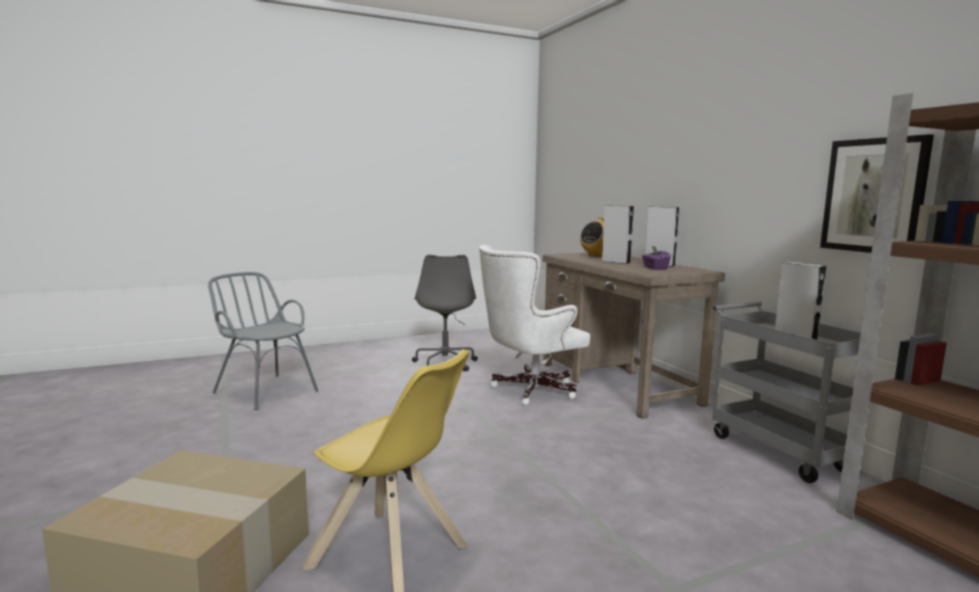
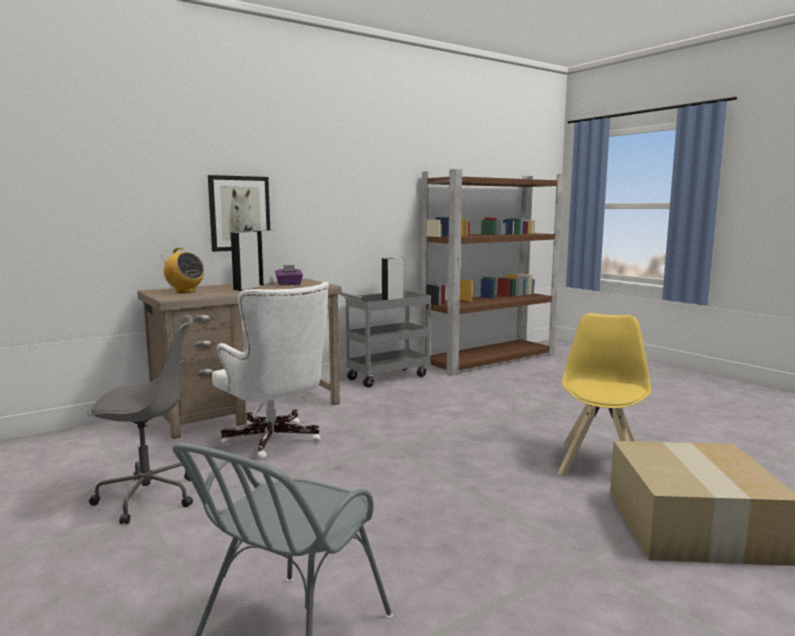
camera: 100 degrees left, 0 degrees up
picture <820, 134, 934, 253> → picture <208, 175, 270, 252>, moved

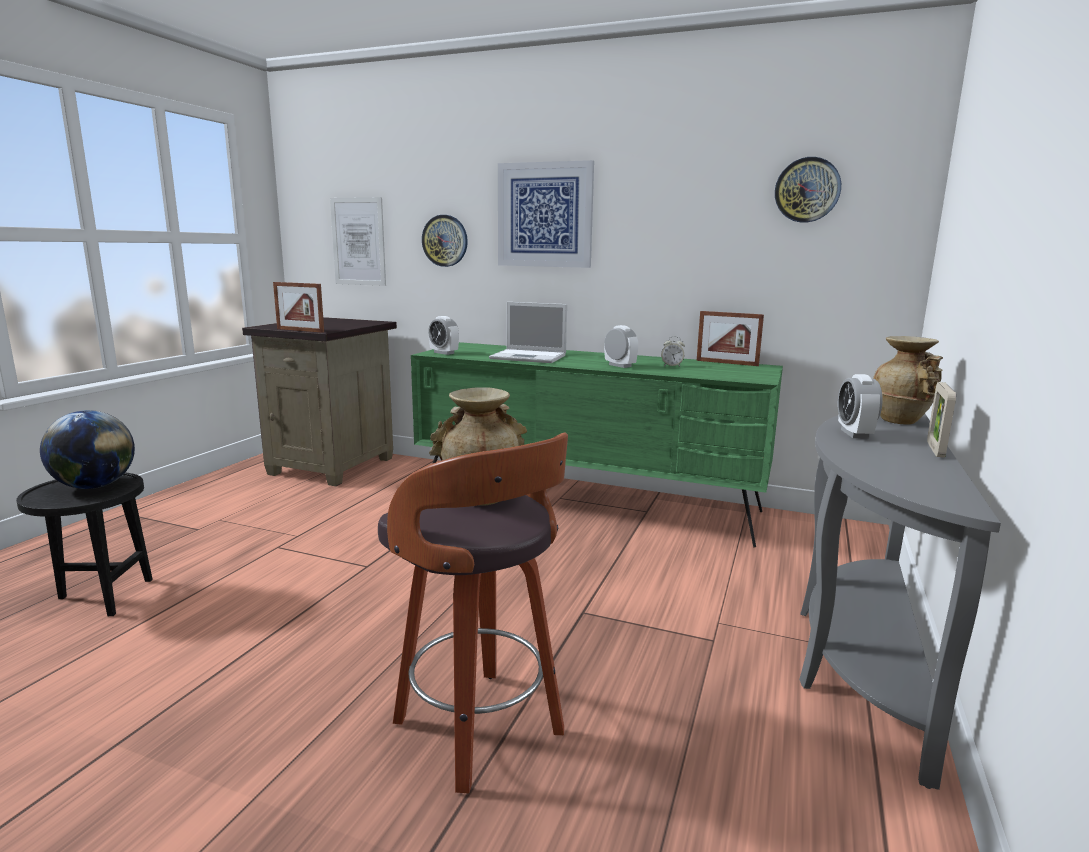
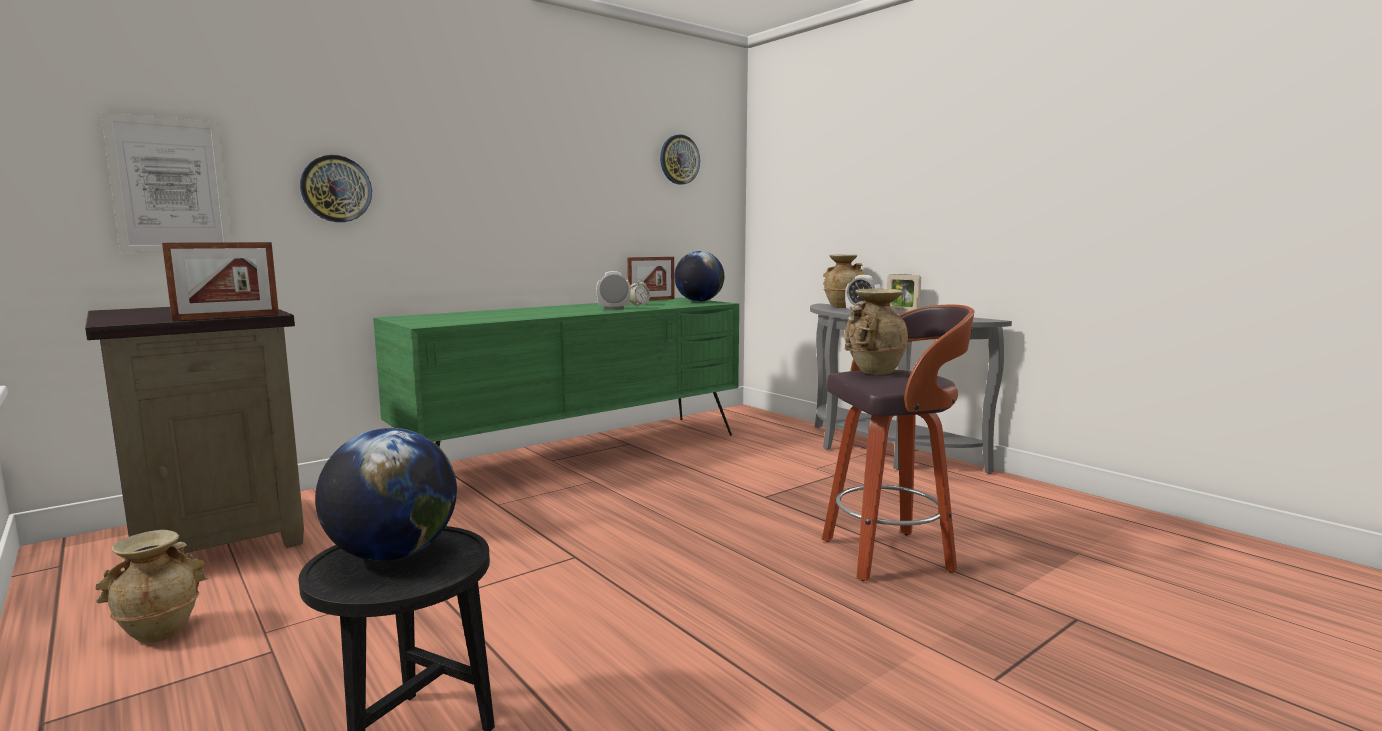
camera: 60 degrees left, 5 degrees down
- → beige vase <96, 530, 209, 643>
- → globe <674, 251, 724, 302>
alarm clock <428, 316, 459, 355> → -
laptop <489, 302, 567, 363> → -
picture <498, 160, 594, 268> → -

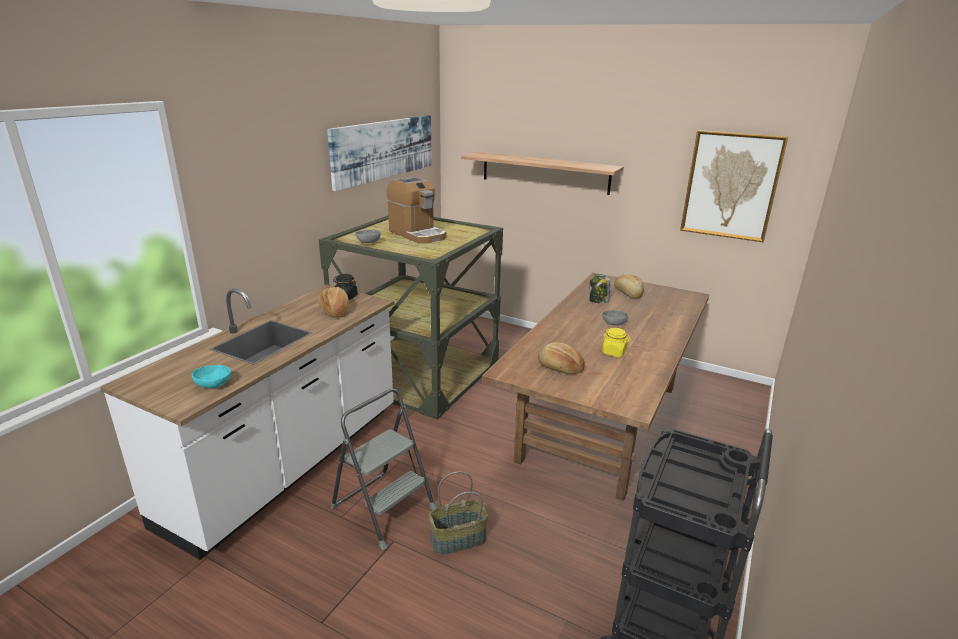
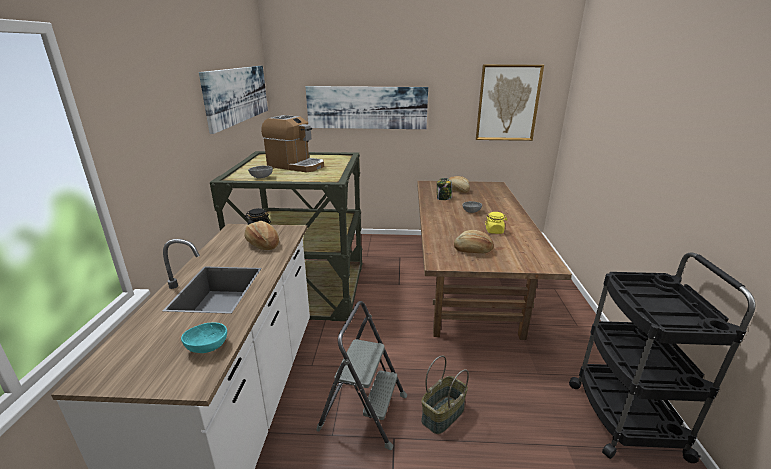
camera: 25 degrees left, 0 degrees up
shelf <461, 151, 624, 195> → picture <306, 86, 428, 129>

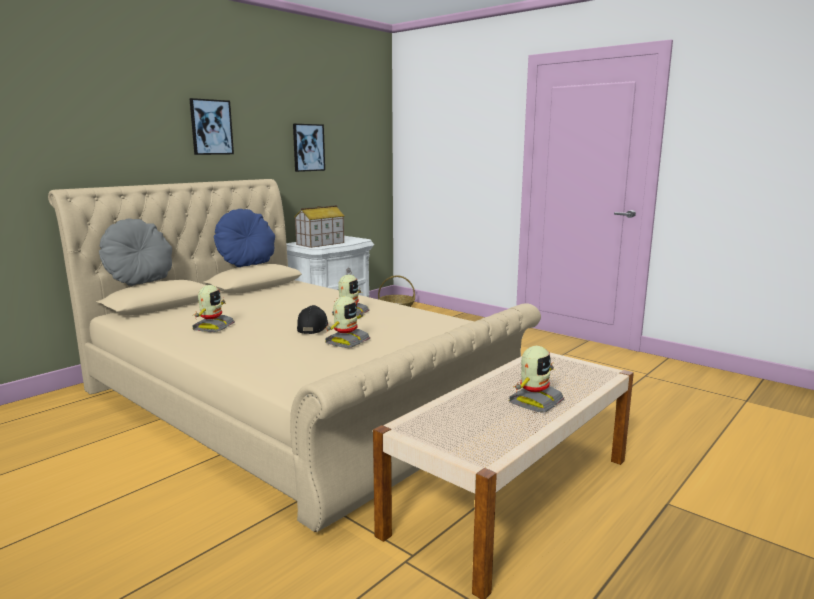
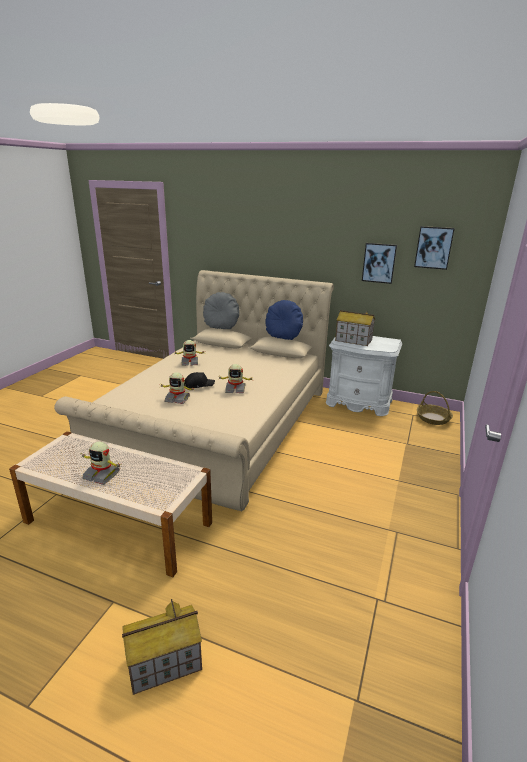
camera: 70 degrees right, 10 degrees up
- → toy house <122, 599, 202, 695>
picture <189, 98, 234, 155> → picture <414, 226, 455, 270>, moved

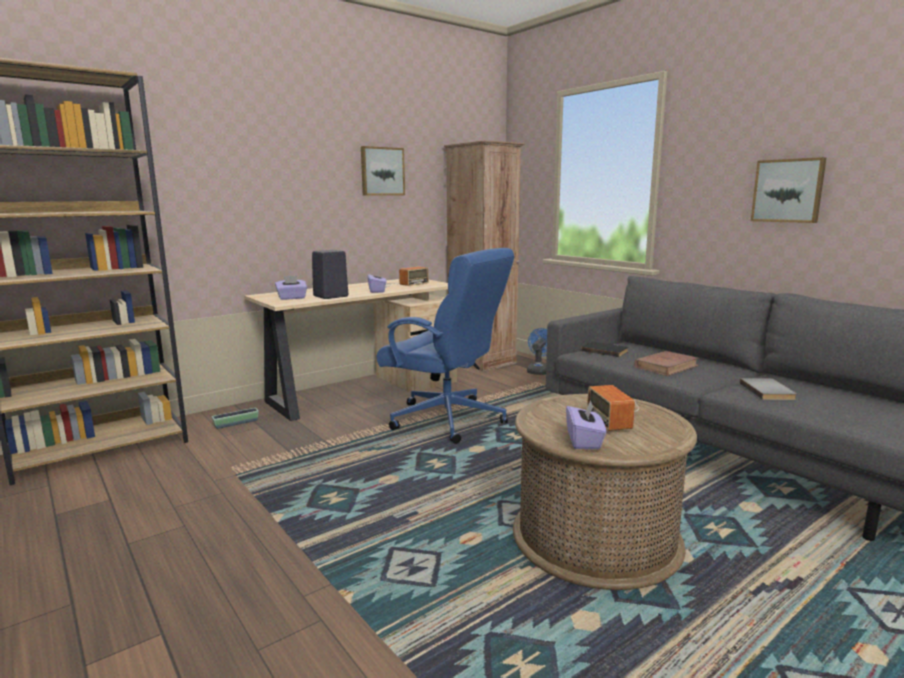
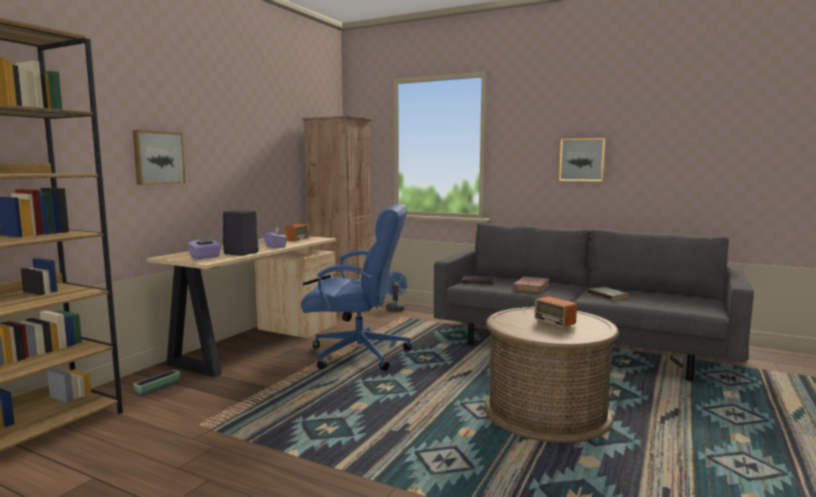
camera: 25 degrees left, 5 degrees down
picture <361, 146, 405, 196> → picture <133, 130, 186, 185>, moved
purple tissue box <566, 400, 606, 449> → -

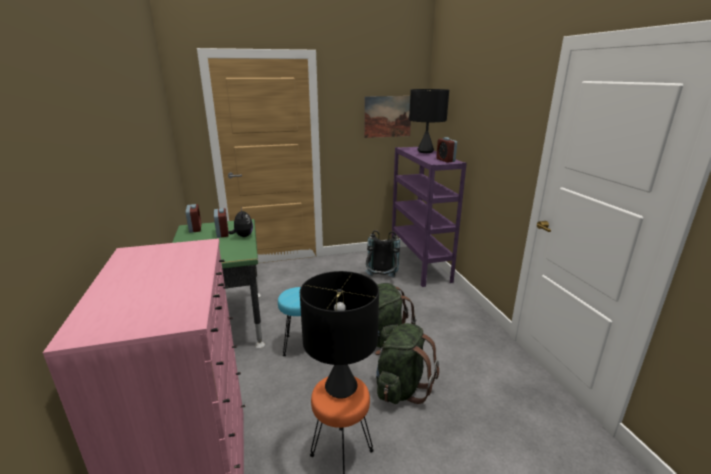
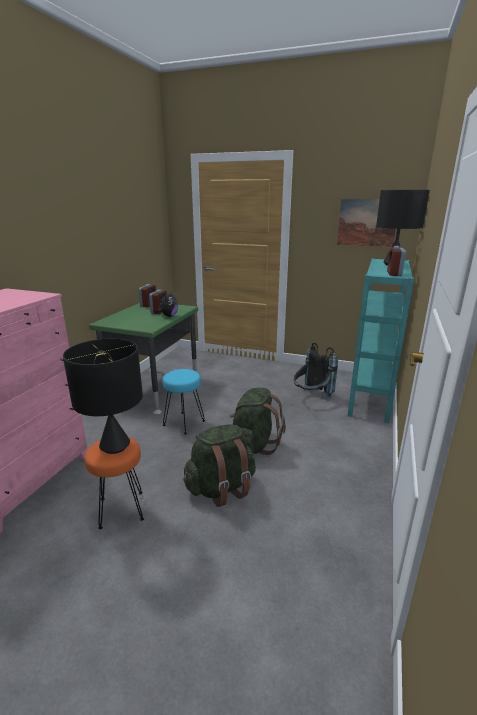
camera: 35 degrees right, 0 degrees up
purple bookcase <392, 147, 467, 287> → turquoise bookcase <347, 258, 414, 423>

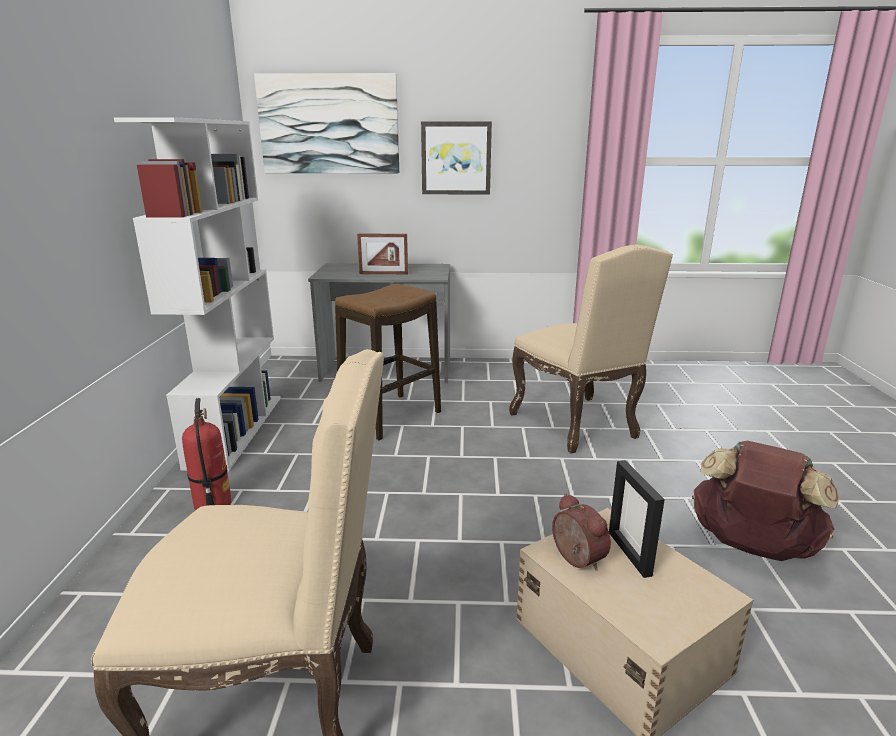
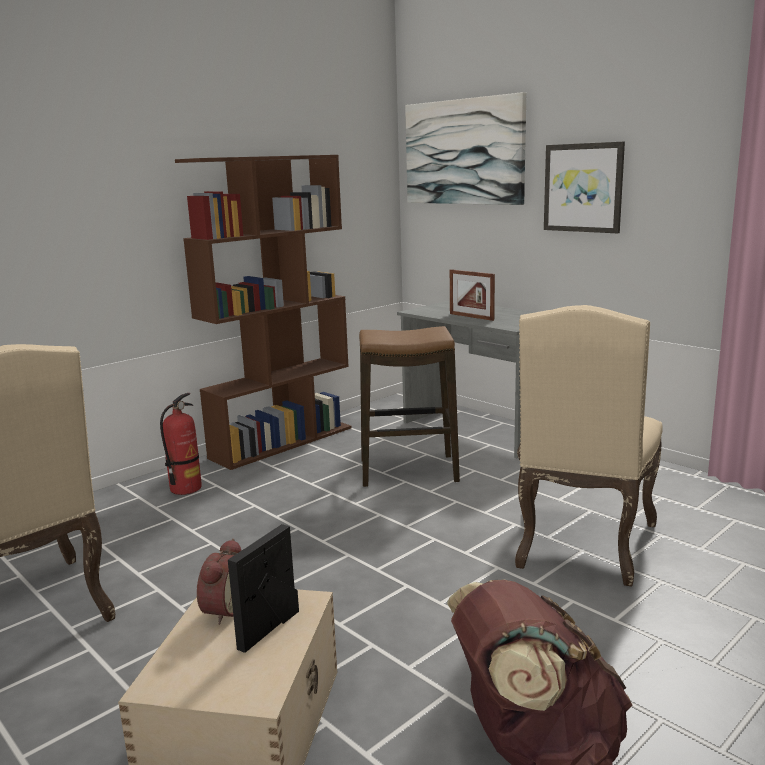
camera: 45 degrees right, 5 degrees down
white bookcase <114, 117, 281, 471> → brown bookcase <175, 155, 352, 470>

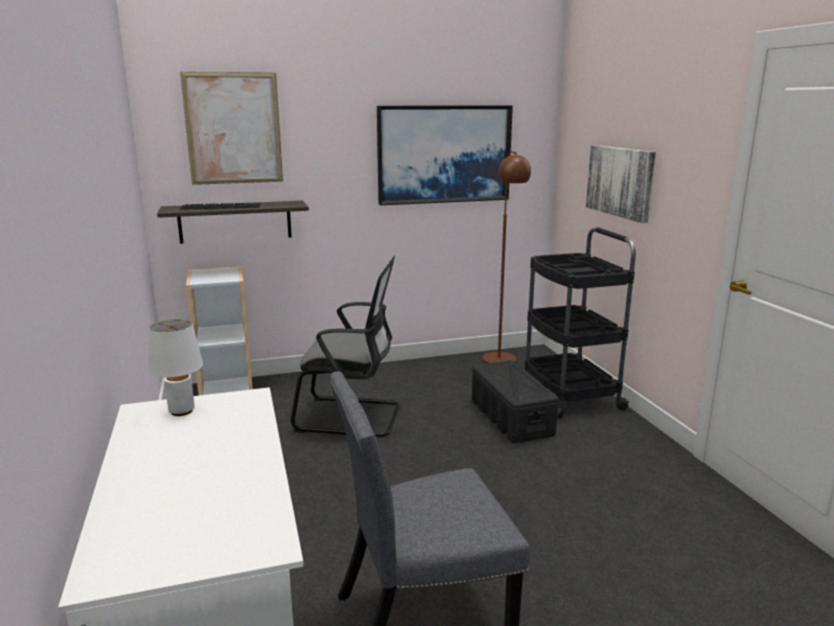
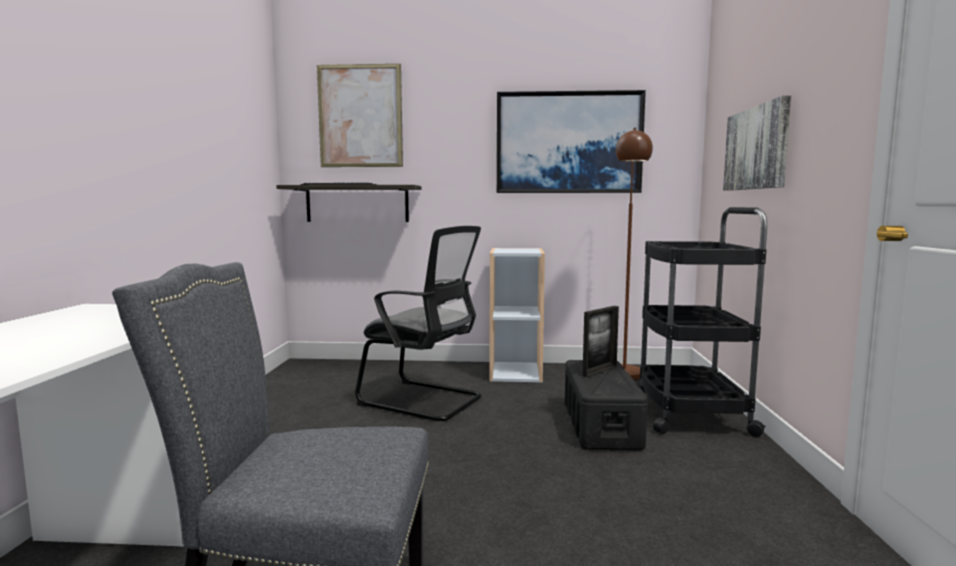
camera: 20 degrees right, 10 degrees down
bookcase <186, 266, 253, 395> → bookcase <489, 248, 545, 382>, moved
- → picture frame <583, 306, 619, 377>
white table lamp <148, 319, 203, 416> → -

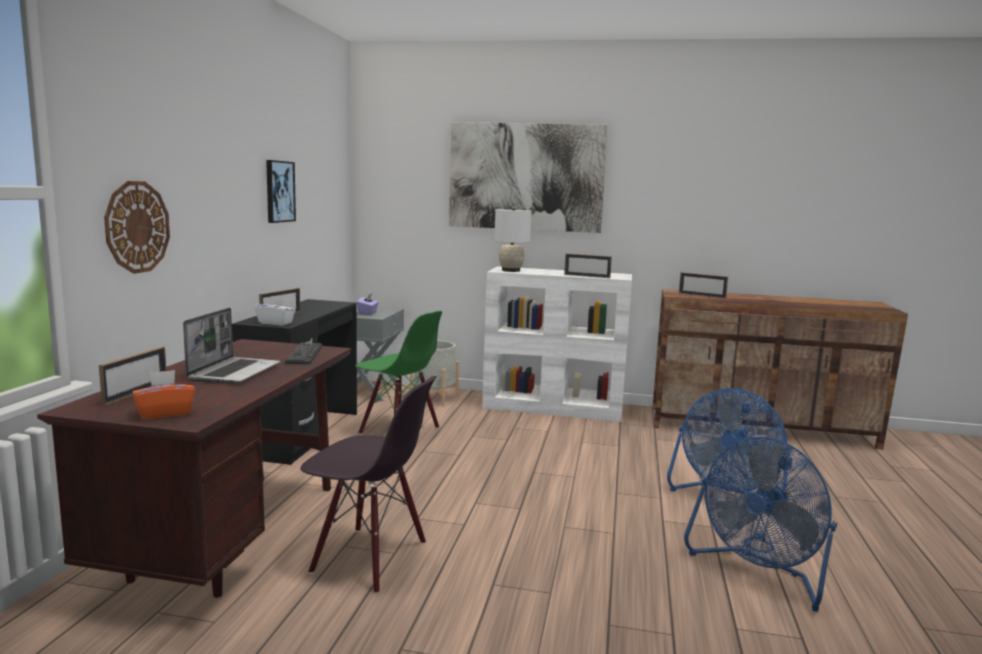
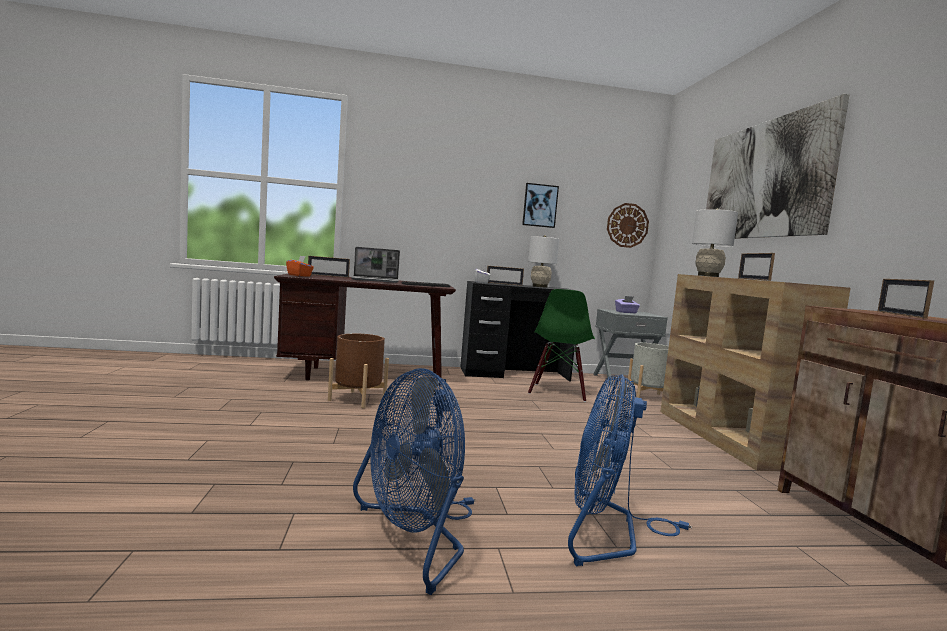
camera: 70 degrees right, 5 degrees down
black chair <301, 376, 437, 594> → brown planter <328, 334, 389, 408>
blue fan <684, 437, 837, 612> → blue fan <353, 368, 476, 595>, 60 degrees counterclockwise
- → white table lamp <528, 235, 559, 288>
wall clock <104, 181, 170, 274> → wall clock <607, 203, 649, 248>, moved
white bookcase <482, 266, 632, 422> → brown bookcase <660, 274, 851, 471>

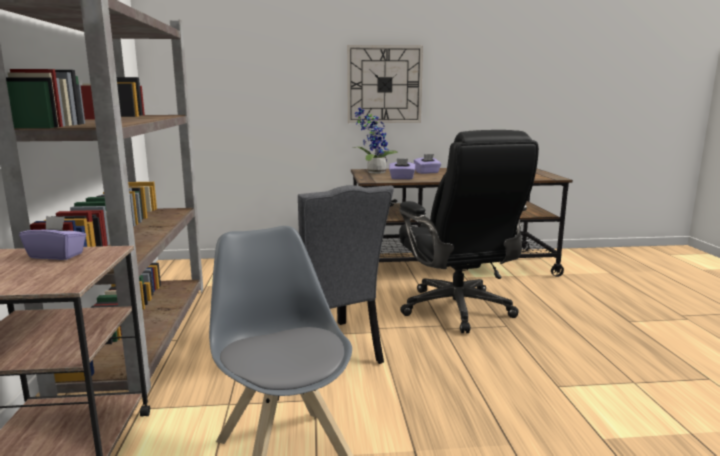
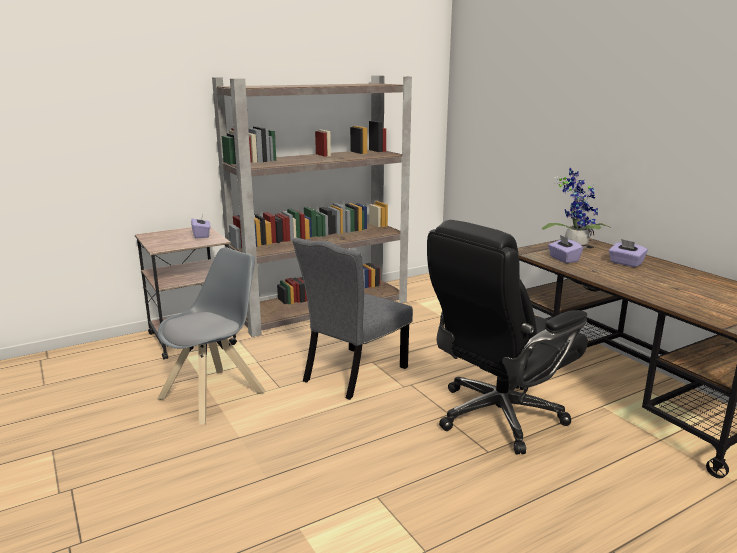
camera: 65 degrees right, 5 degrees up
wall clock <347, 45, 423, 123> → -

